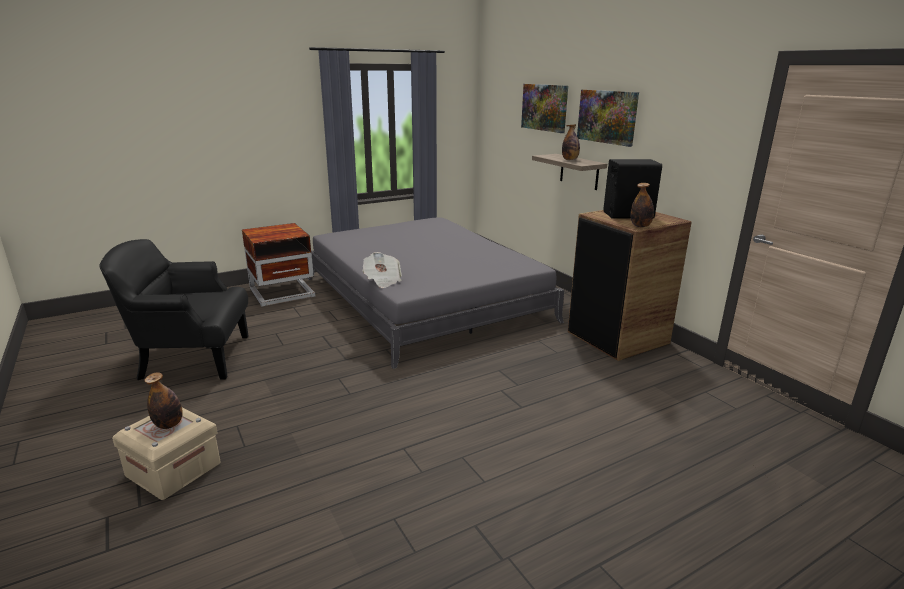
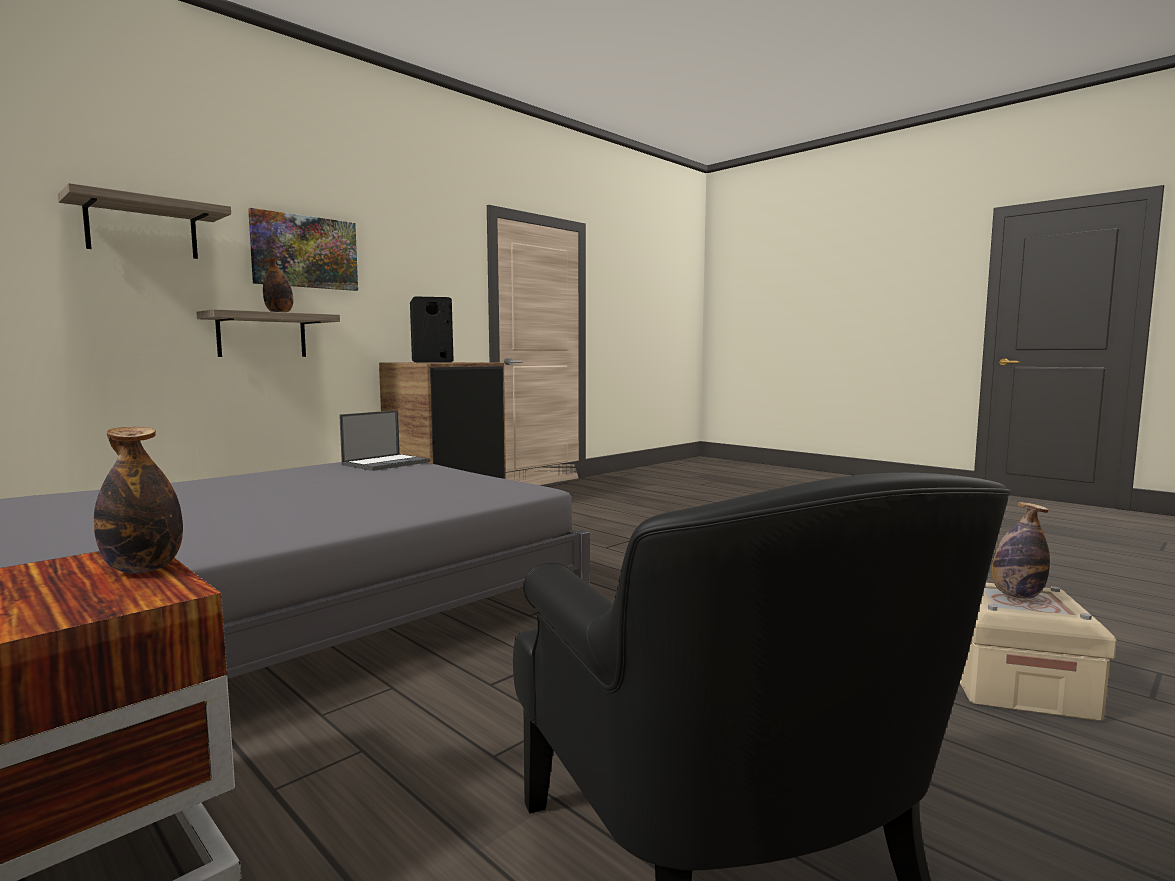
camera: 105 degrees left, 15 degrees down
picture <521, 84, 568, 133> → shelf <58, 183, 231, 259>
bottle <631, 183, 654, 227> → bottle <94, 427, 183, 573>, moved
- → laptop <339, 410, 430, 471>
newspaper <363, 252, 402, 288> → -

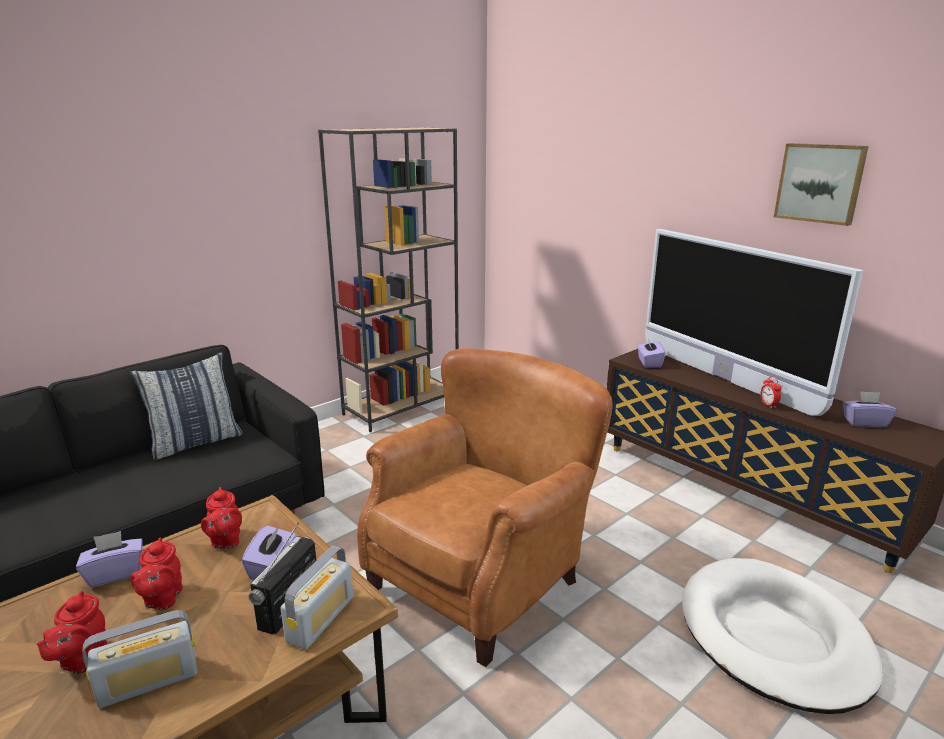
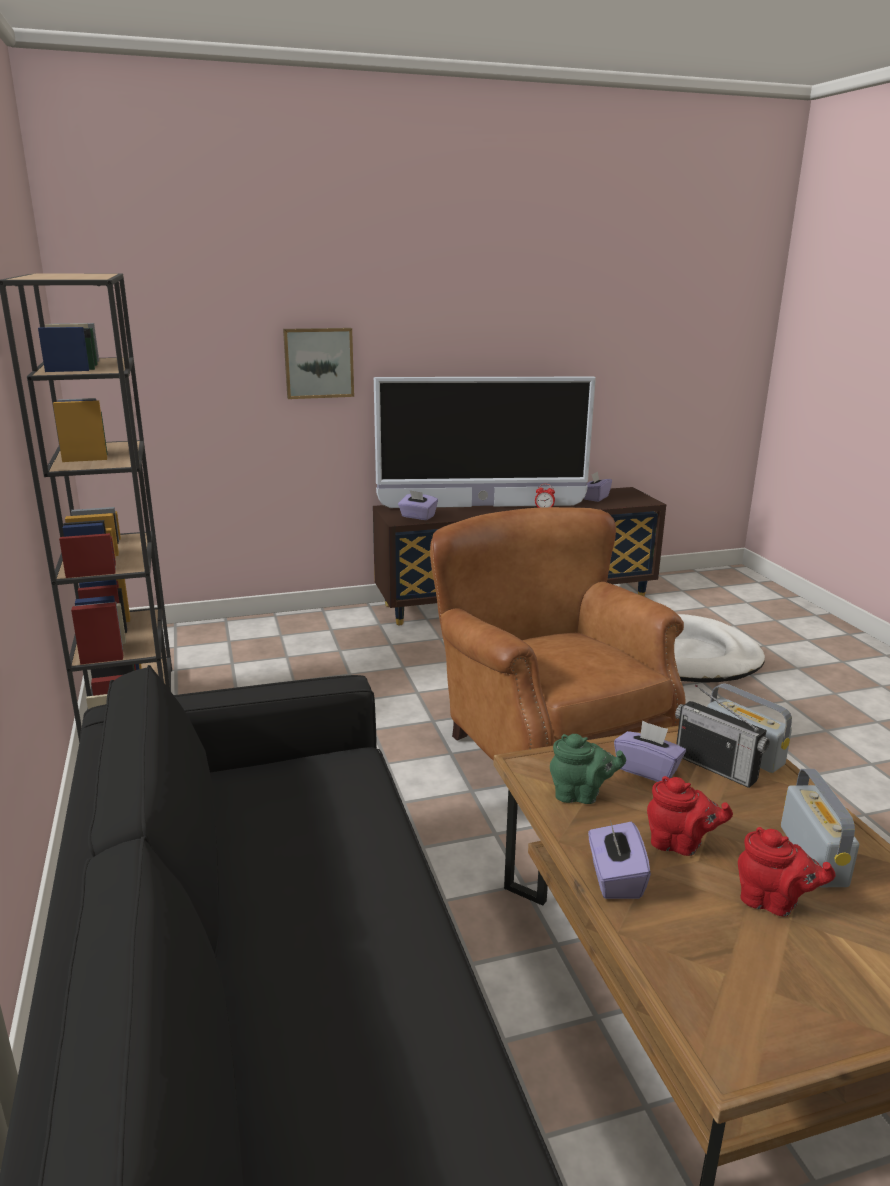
camera: 65 degrees left, 0 degrees up
picture <774, 143, 869, 226> → picture <283, 328, 354, 399>, moved
red teapot <201, 487, 242, 549> → green teapot <550, 734, 626, 804>
pillow <130, 352, 243, 460> → -

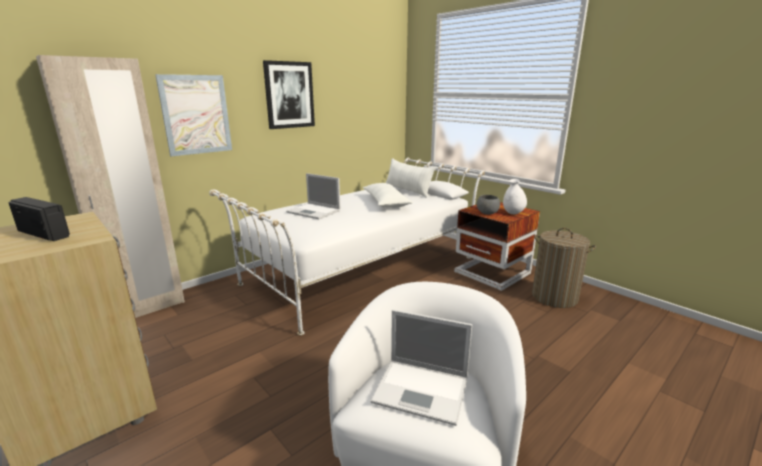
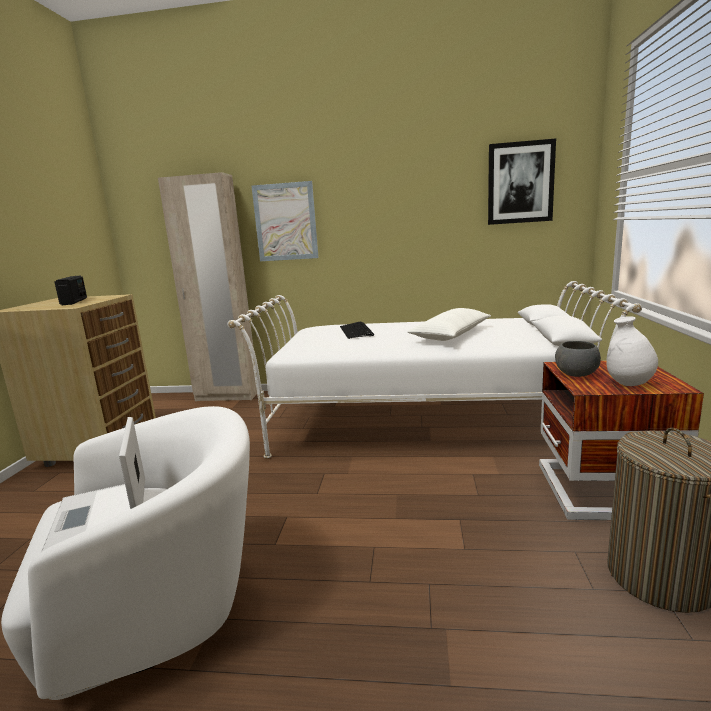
camera: 50 degrees right, 5 degrees down
laptop <286, 173, 340, 219> → keyboard <340, 322, 374, 339>
picture <263, 60, 315, 129> → picture <488, 139, 556, 225>, moved
white pillow <386, 158, 436, 198> → -

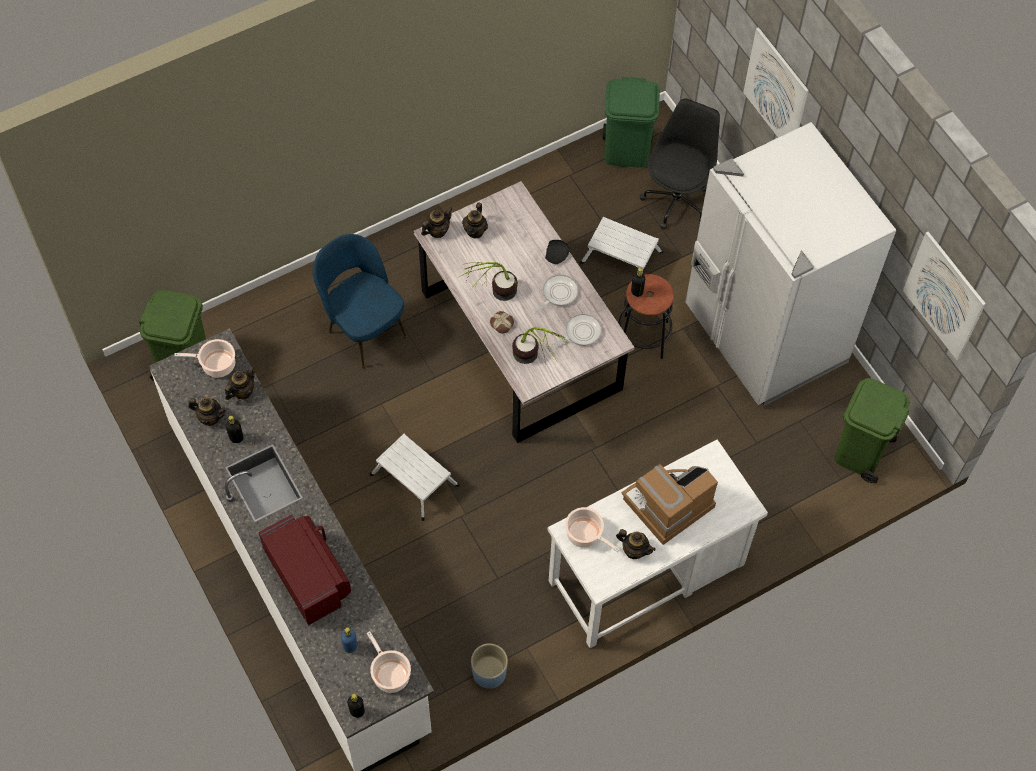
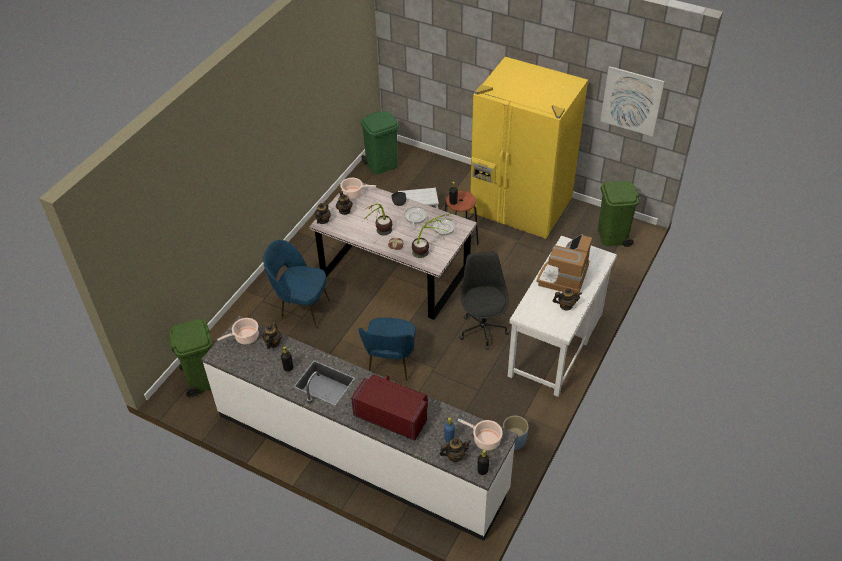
camera: 30 degrees left, 15 degrees down
cooking pot <565, 507, 620, 552> → cooking pot <340, 178, 376, 199>, moved
white step ladder <370, 434, 460, 521> → blue chair <359, 317, 416, 381>
teapot <189, 398, 226, 426> → teapot <439, 438, 471, 462>, moved
black office chair <639, 99, 720, 229> → black office chair <459, 252, 510, 350>, moved
white fridge <685, 122, 896, 406> → yellow fridge <470, 57, 588, 240>
picture <743, 27, 809, 137> → -

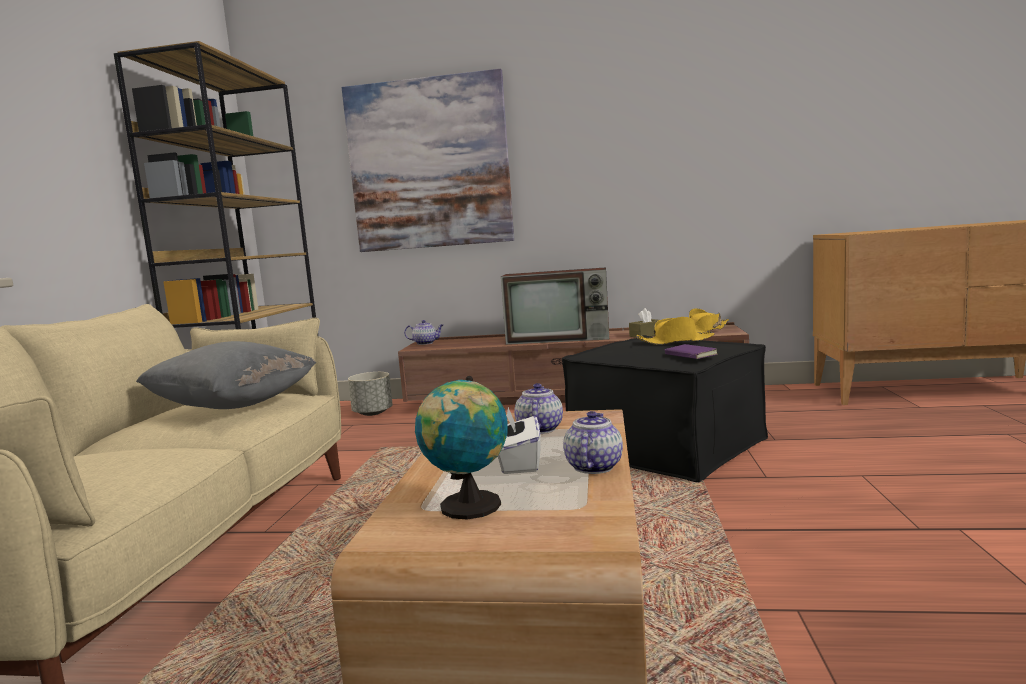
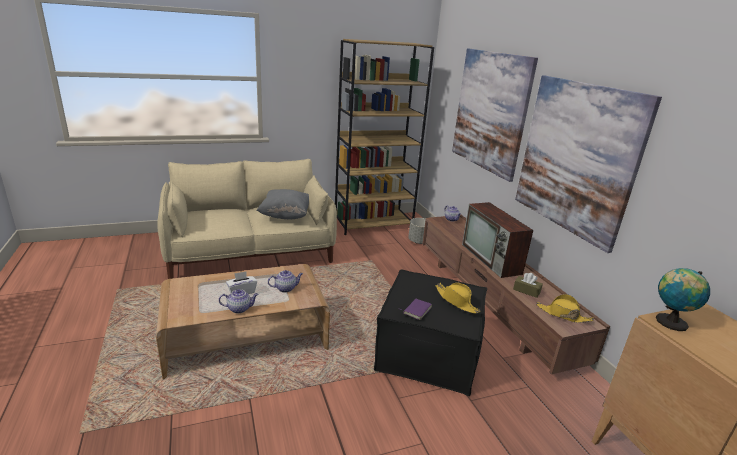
camera: 60 degrees right, 15 degrees up
- → picture <515, 76, 662, 253>
globe <415, 376, 508, 519> → globe <656, 268, 710, 331>, moved

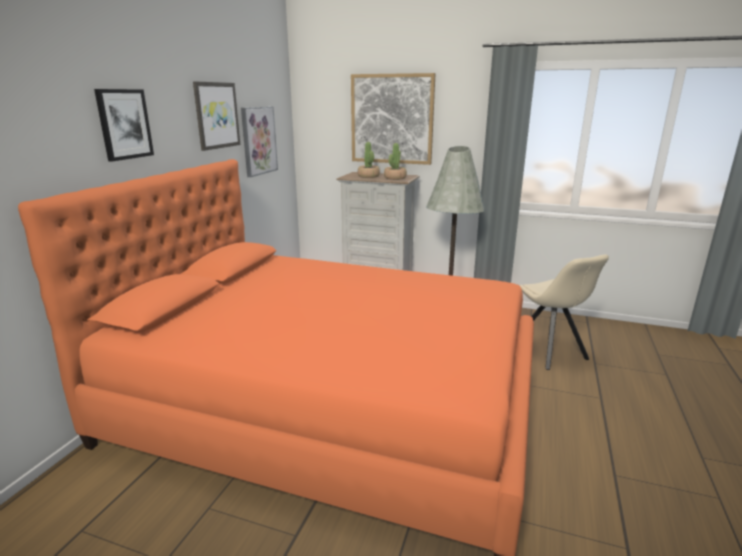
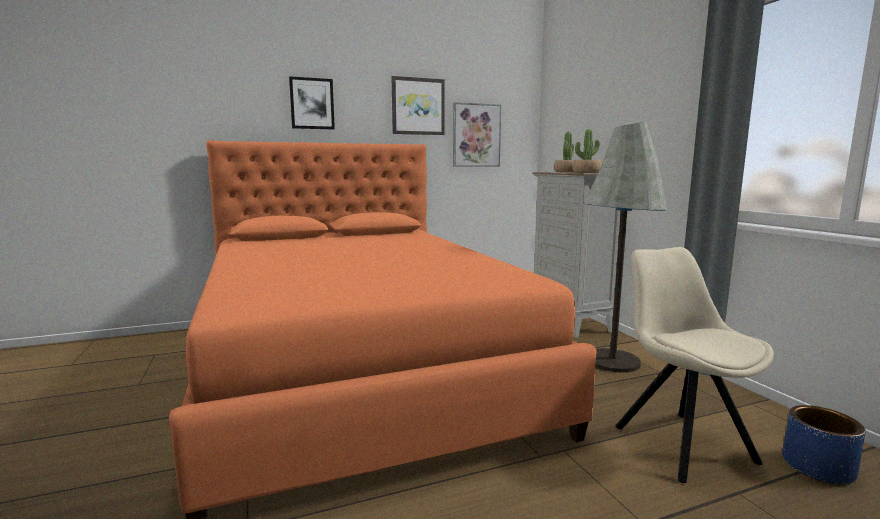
camera: 50 degrees right, 10 degrees down
beige chair <519, 254, 609, 370> → beige chair <615, 247, 774, 483>, 135 degrees clockwise
- → blue planter <782, 405, 866, 484>
picture <351, 73, 435, 165> → -

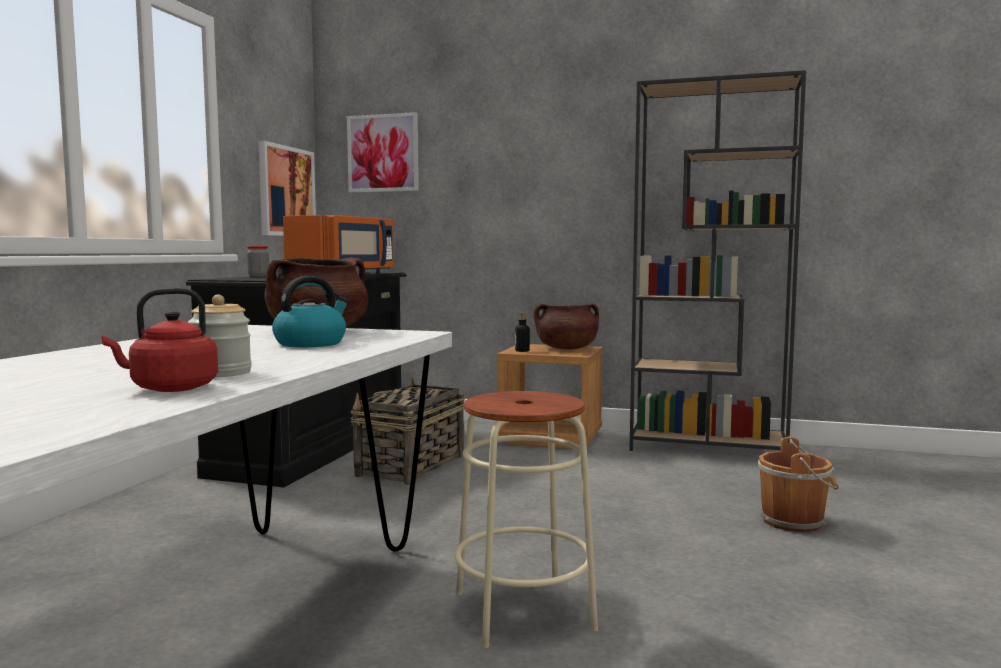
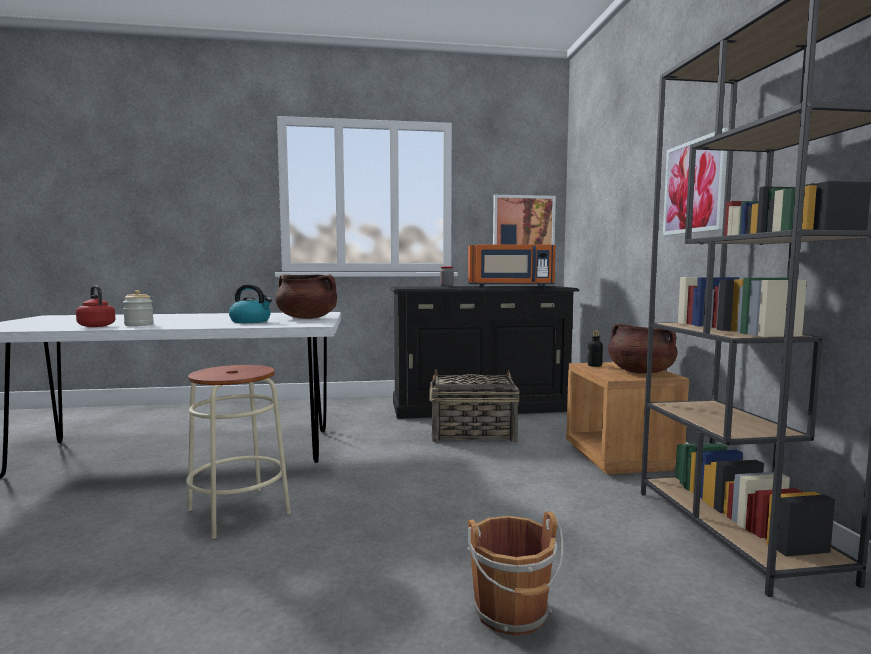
camera: 65 degrees right, 0 degrees up
picture <347, 112, 419, 192> → picture <663, 128, 729, 236>, moved

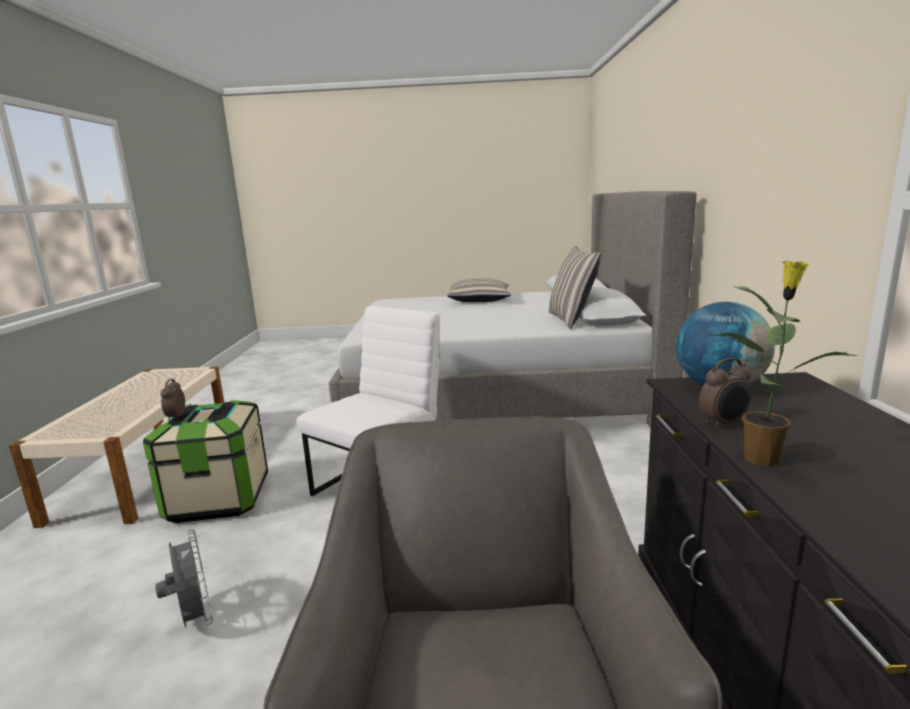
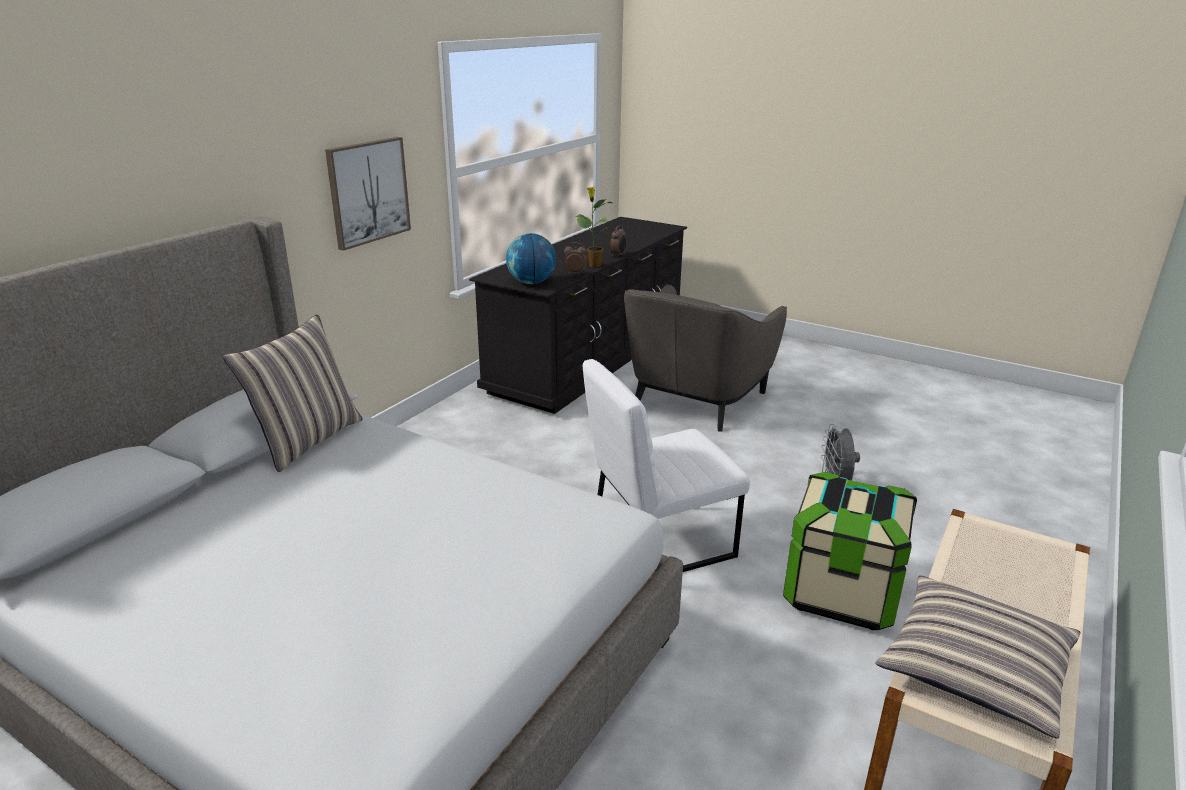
camera: 150 degrees left, 10 degrees up
- → picture <325, 137, 411, 251>
alarm clock <160, 379, 185, 421> → alarm clock <610, 226, 626, 258>, moved
pillow <447, 278, 511, 302> → pillow <875, 575, 1080, 738>, moved

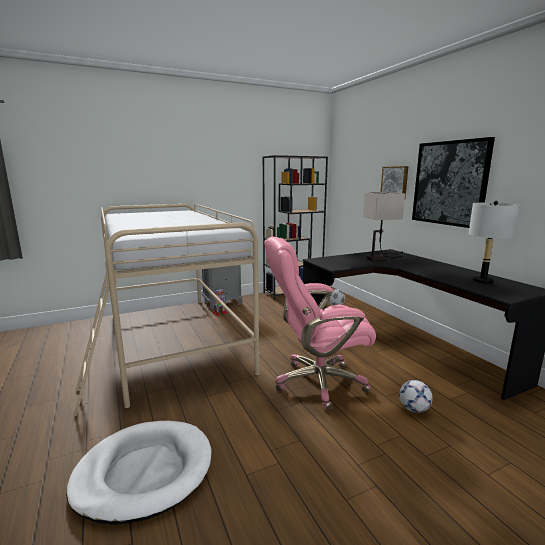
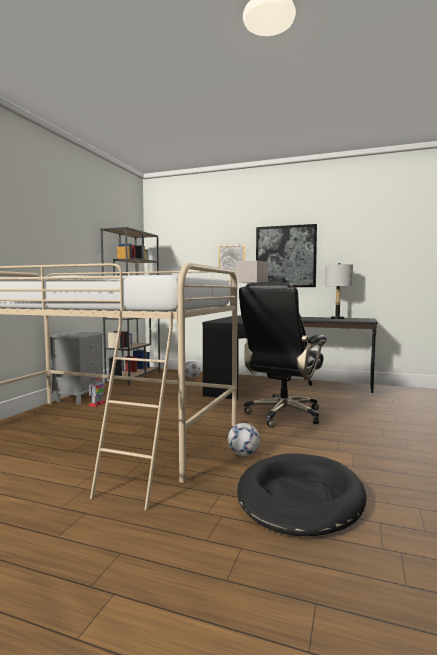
camera: 45 degrees left, 10 degrees down
football <399, 380, 433, 413> → football <228, 423, 260, 456>, moved
white dog bed <66, 421, 212, 525> → black dog bed <237, 453, 366, 536>
pink office chair <264, 237, 376, 410> → black office chair <239, 282, 326, 428>

